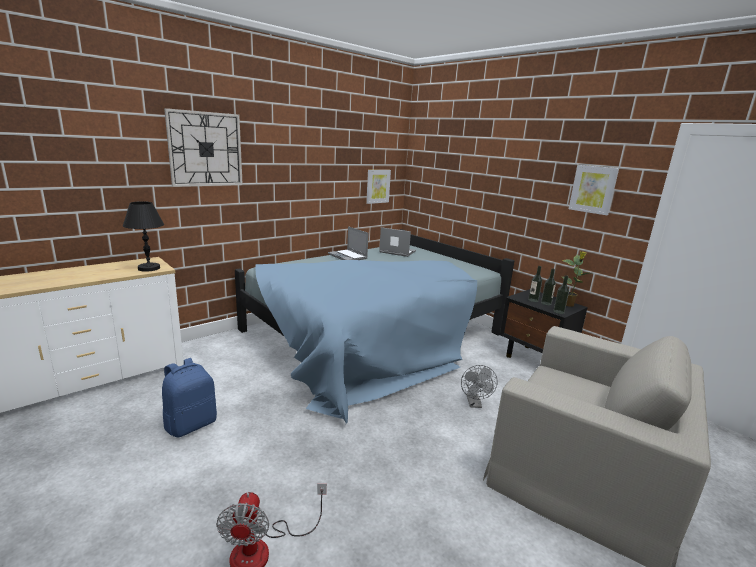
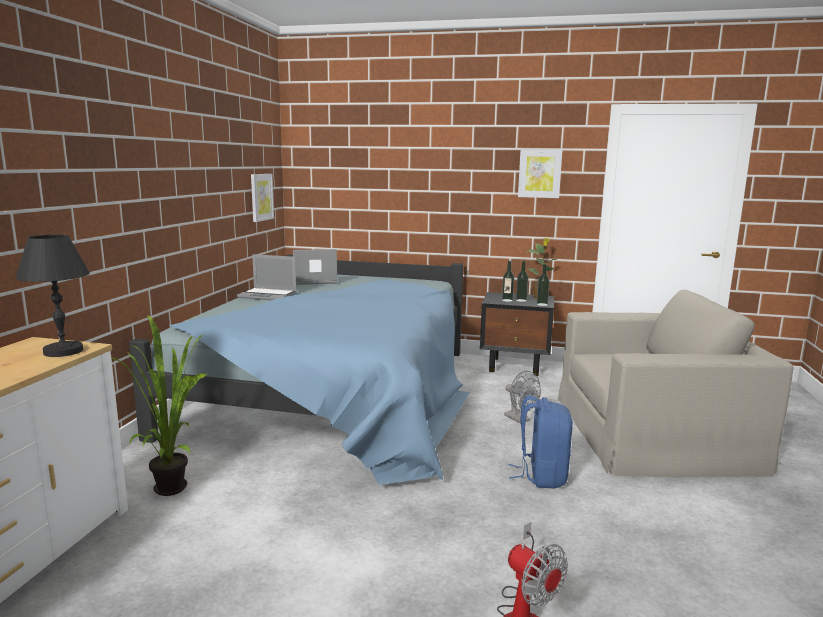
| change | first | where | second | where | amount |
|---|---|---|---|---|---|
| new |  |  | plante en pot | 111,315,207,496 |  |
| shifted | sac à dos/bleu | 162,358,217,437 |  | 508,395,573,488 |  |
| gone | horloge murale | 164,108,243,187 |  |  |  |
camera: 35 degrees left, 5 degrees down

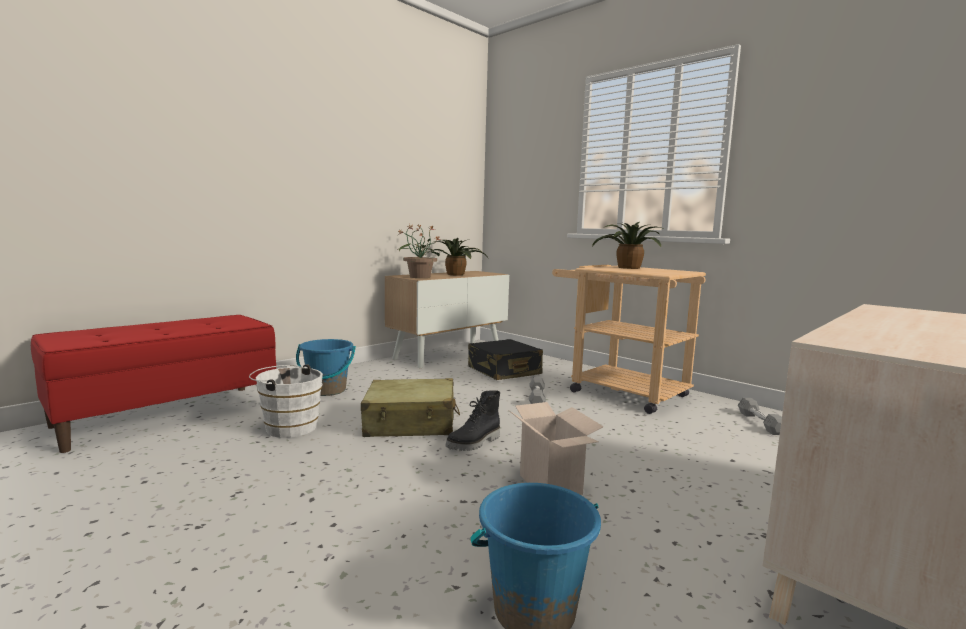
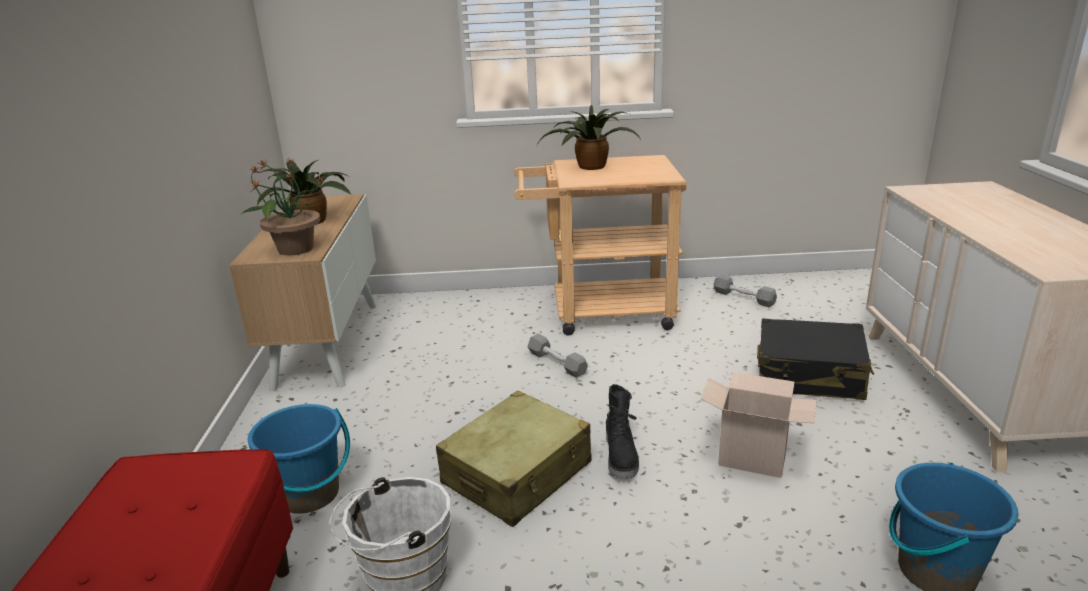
| change | first | where | second | where | amount |
|---|---|---|---|---|---|
| shifted | valise/noir | 468,339,543,380 |  | 757,318,874,400 |  |
camera: 45 degrees left, 15 degrees up

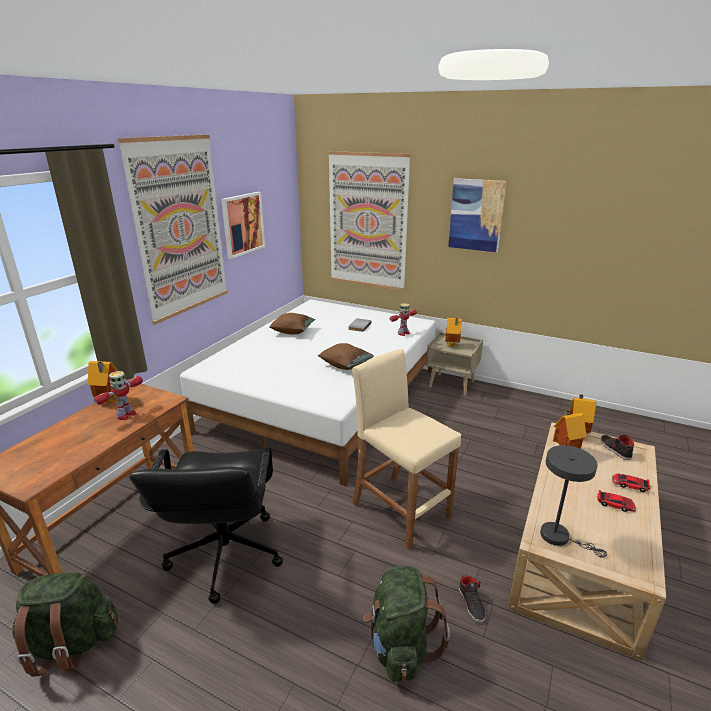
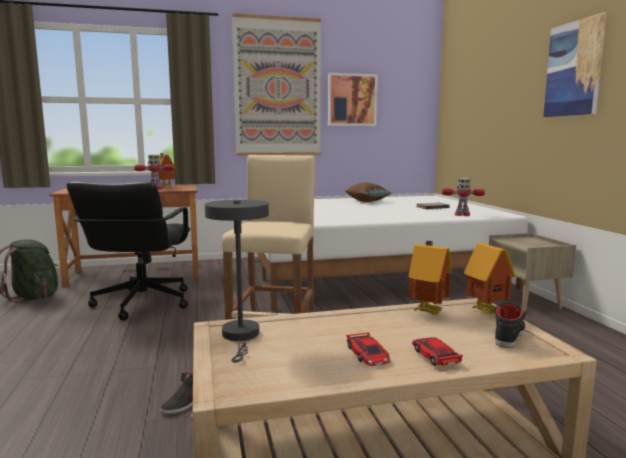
| change | first | where | second | where | amount |
|---|---|---|---|---|---|
| rotated | chaise de bureau/noir | 129,447,283,604 |  | 66,181,190,320 | 45 degrees counterclockwise |
| gone | coussin/marron | 318,343,374,370 |  |  |  |
| gone | tableau | 328,151,411,291 |  |  |  |
| gone | sac à dos/vert | 363,565,450,682 |  |  |  |
| gone | maison miniature | 445,318,462,347 |  |  |  |
camera: 50 degrees right, 15 degrees down

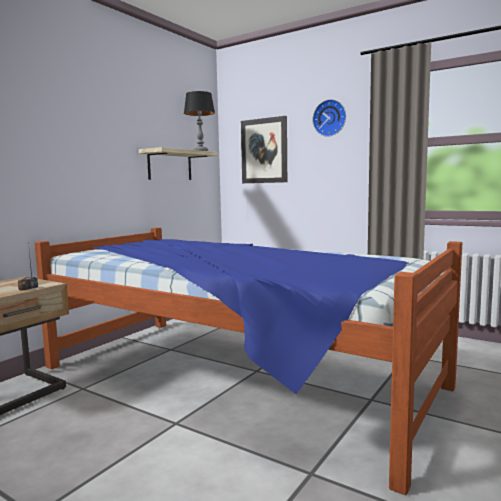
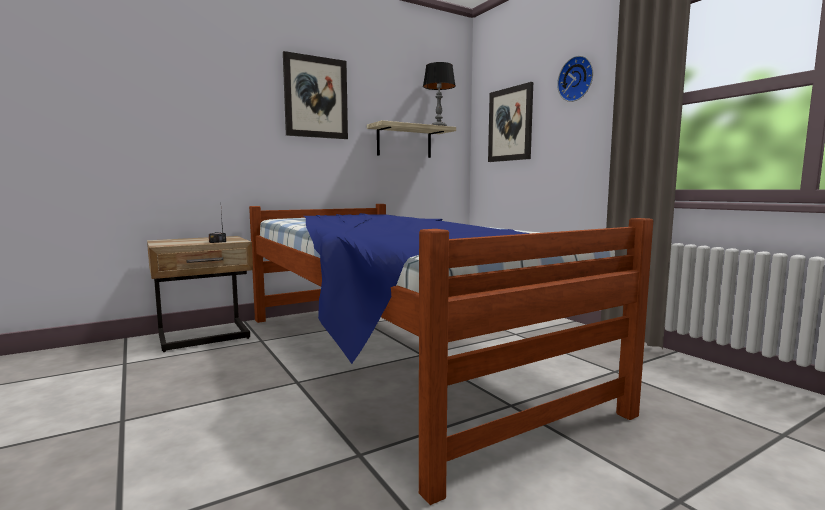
| change | first | where | second | where | amount |
|---|---|---|---|---|---|
| new |  |  | tableau | 283,51,348,139 |  |
camera: 25 degrees right, 0 degrees up

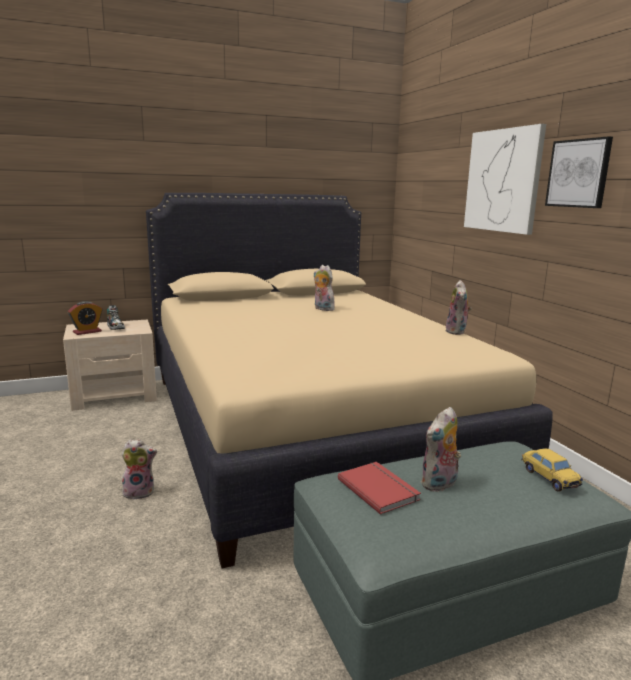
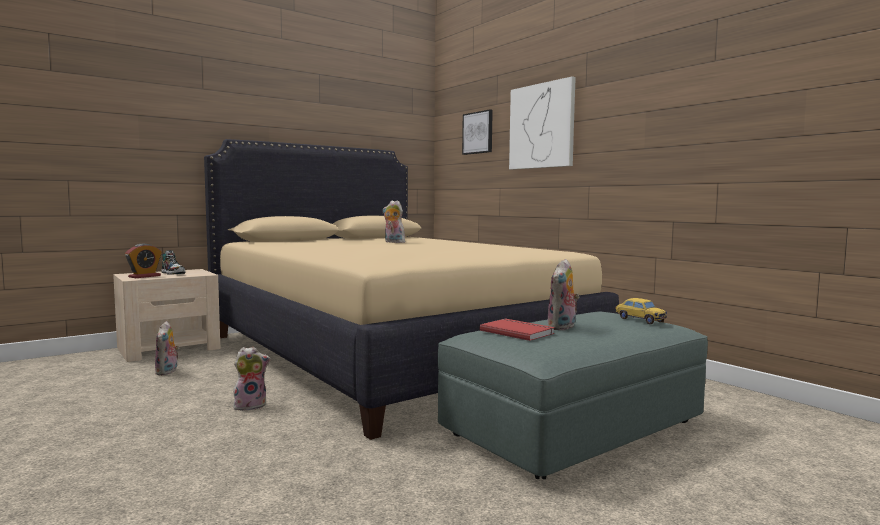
| change | first | where | second | where | amount |
|---|---|---|---|---|---|
| shifted | peluche | 446,280,472,335 |  | 155,321,179,375 |  |
| shifted | tableau | 545,136,613,208 |  | 462,109,493,155 |  |
camera: 15 degrees left, 10 degrees down

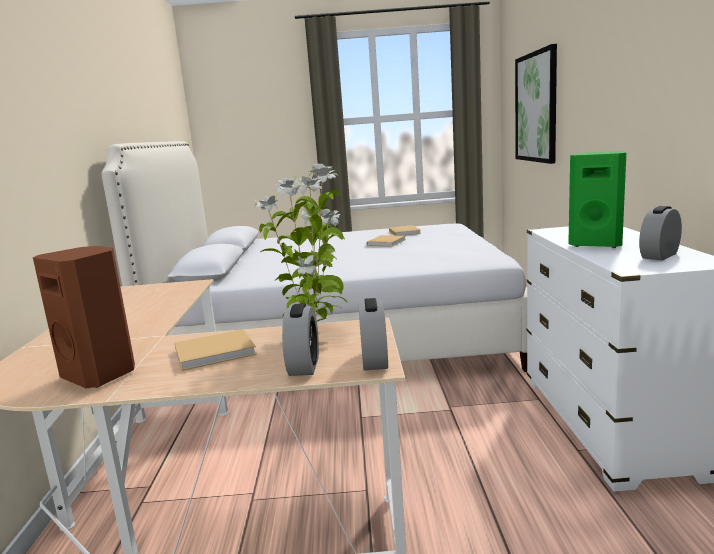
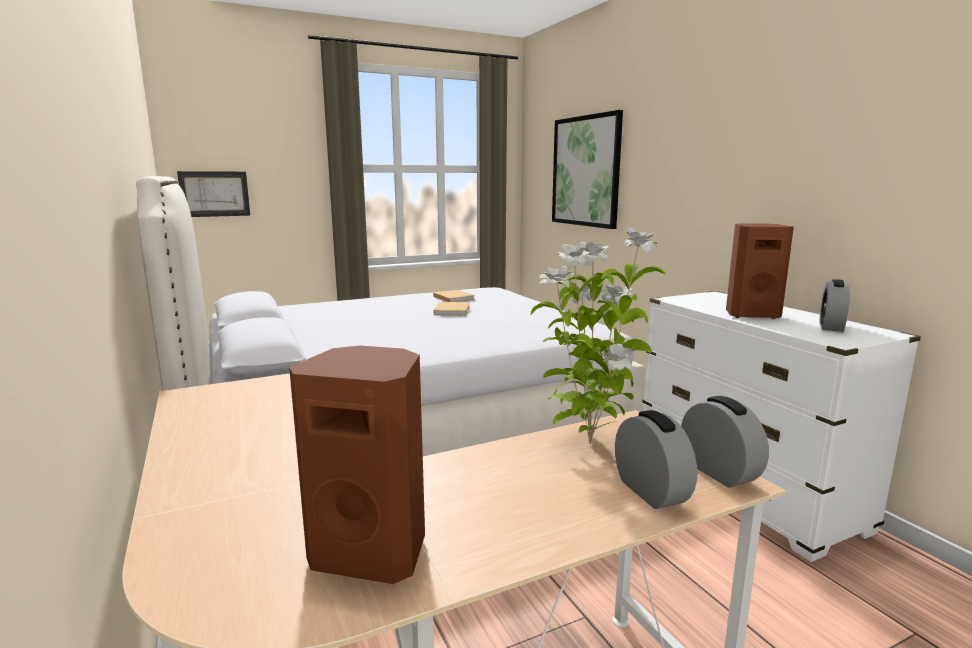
| change | first | where | second | where | amount |
|---|---|---|---|---|---|
| new |  |  | tableau | 177,171,250,217 |  |
| repainted | enceinte/vert | 568,151,626,248 | enceinte/marron | 726,223,794,319 |  |
| gone | livre/beige | 175,329,257,371 |  |  |  |
camera: 25 degrees left, 0 degrees up

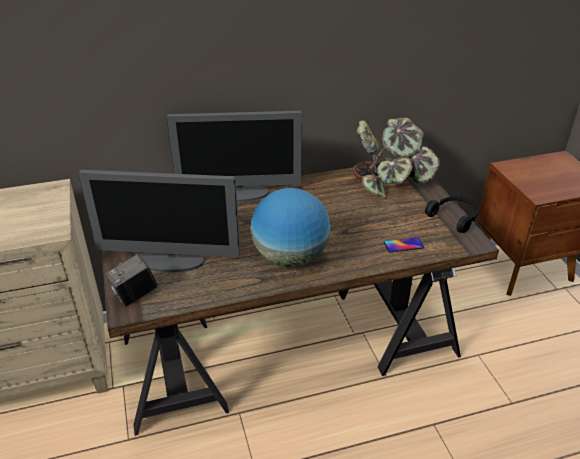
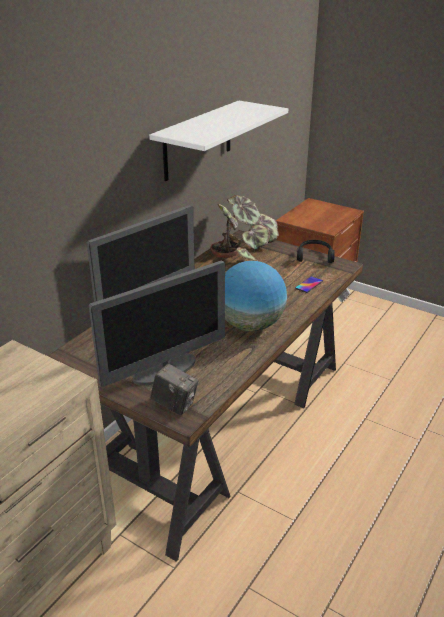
| change | first | where | second | where | amount |
|---|---|---|---|---|---|
| new |  |  | étagère/blanc | 149,100,288,181 |  |
| rotated | appareil photo | 105,254,158,306 |  | 150,364,198,415 | 75 degrees counterclockwise |
camera: 40 degrees left, 5 degrees down

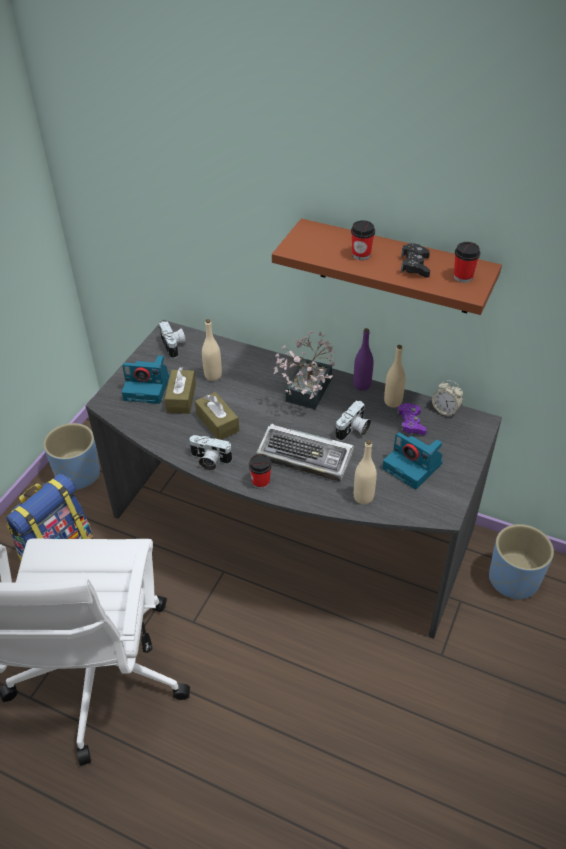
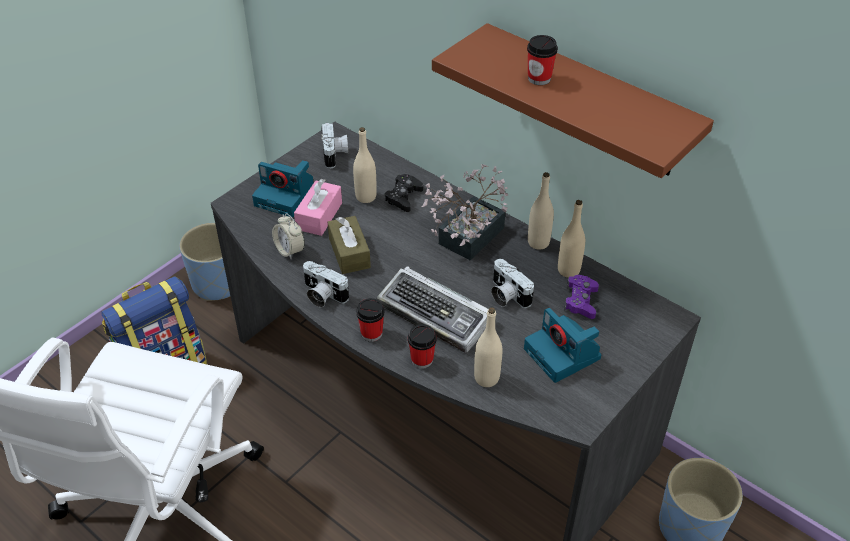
| change | first | where | second | where | amount |
|---|---|---|---|---|---|
| shifted | réveil | 432,380,463,417 |  | 272,213,305,260 |  |
| repainted | boîte à mouchoirs/marron | 164,367,196,414 | boîte à mouchoirs/rose | 294,179,342,236 |  |
| shifted | manette/noir | 401,243,430,278 |  | 384,174,423,212 |  |
| shifted | tasse | 454,242,480,283 |  | 408,324,437,369 |  |
| rotated | appareil photo | 336,400,371,441 |  | 491,259,534,308 | 90 degrees clockwise |
| repainted | bouteille/violet | 353,328,374,391 | bouteille/beige | 528,172,554,250 |  |
camera: 15 degrees right, 0 degrees up

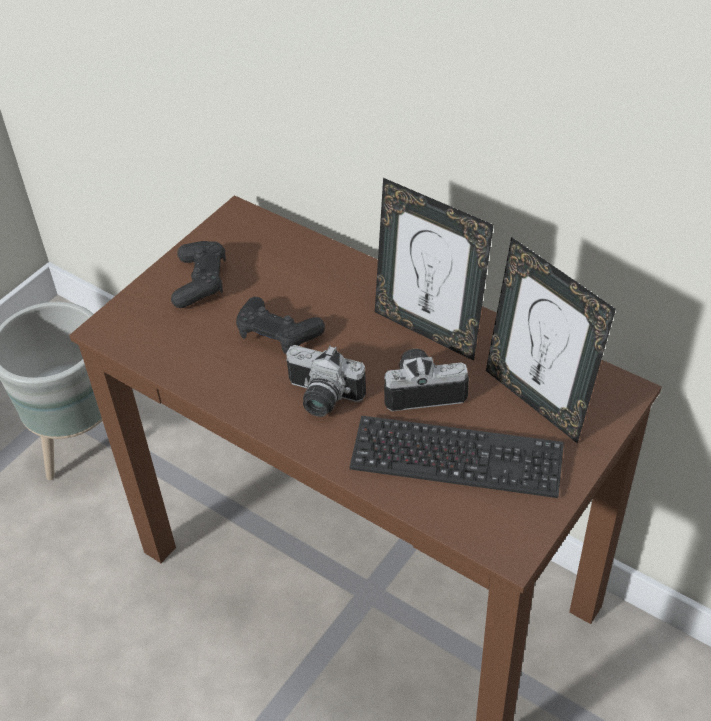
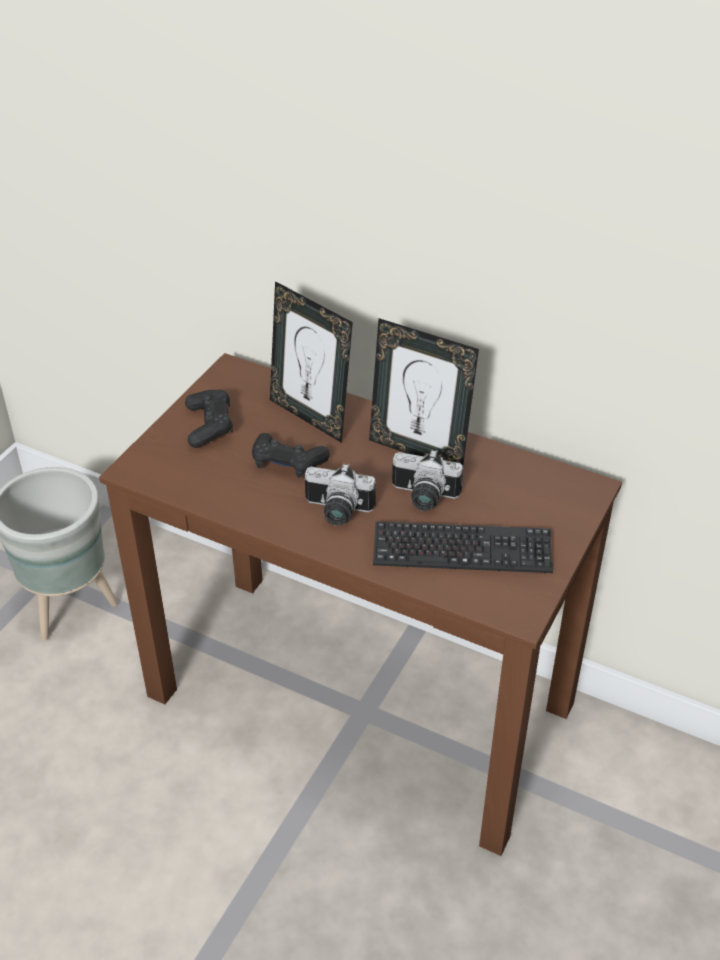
| change | first | where | second | where | amount |
|---|---|---|---|---|---|
| shifted | cadre photo | 486,237,616,443 |  | 270,281,353,443 |  |
| rotated | appareil photo | 384,349,469,411 |  | 392,449,463,511 | 150 degrees counterclockwise |
camera: 10 degrees left, 5 degrees down

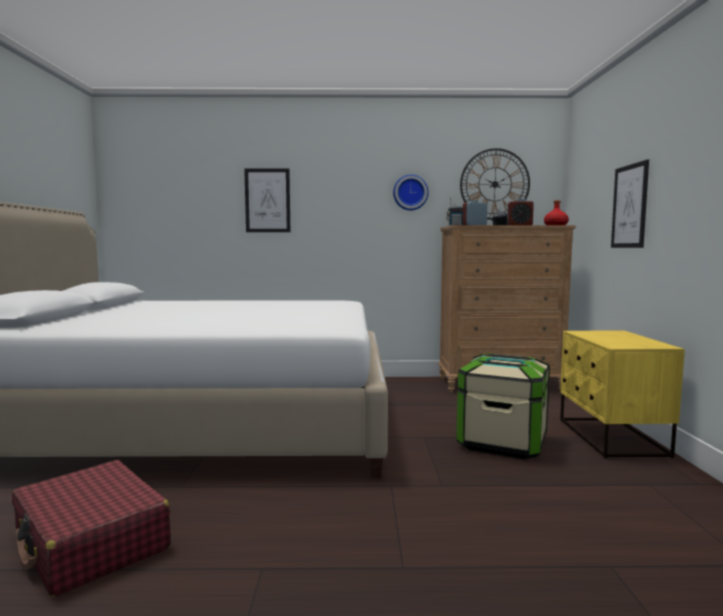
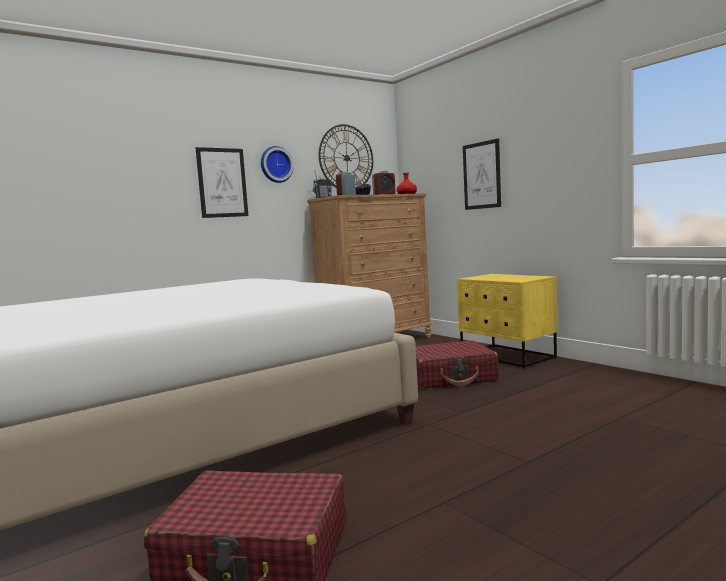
| change | first | where | second | where | amount |
|---|---|---|---|---|---|
| shifted | tableau | 244,169,290,232 |  | 196,147,248,218 |  |
| swapped | boîte de rangement | 456,353,550,459 | valise/rouge | 416,340,499,388 |  |
camera: 35 degrees left, 0 degrees up

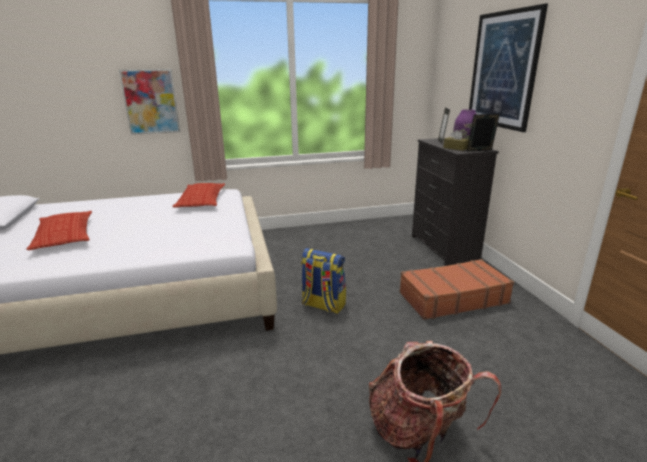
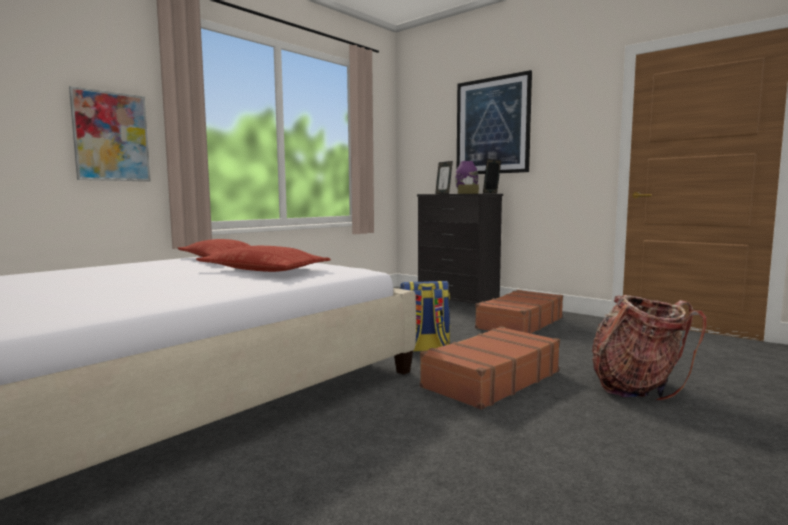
| change | first | where | second | where | amount |
|---|---|---|---|---|---|
| shifted | coussin | 26,211,92,250 |  | 196,246,331,272 |  |
| new |  |  | valise/marron | 420,326,560,410 |  |
camera: 35 degrees left, 15 degrees down

